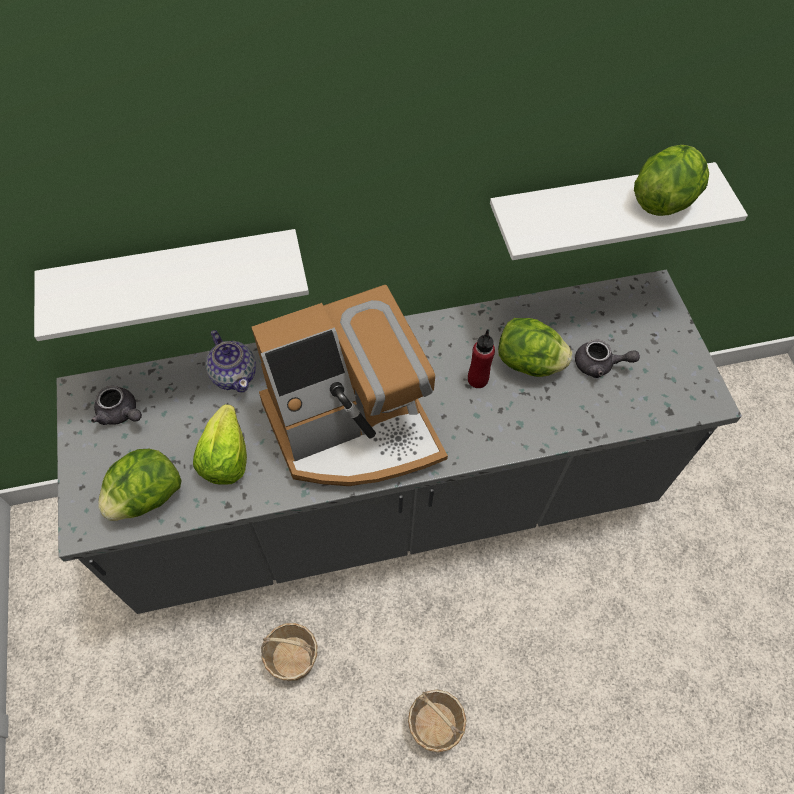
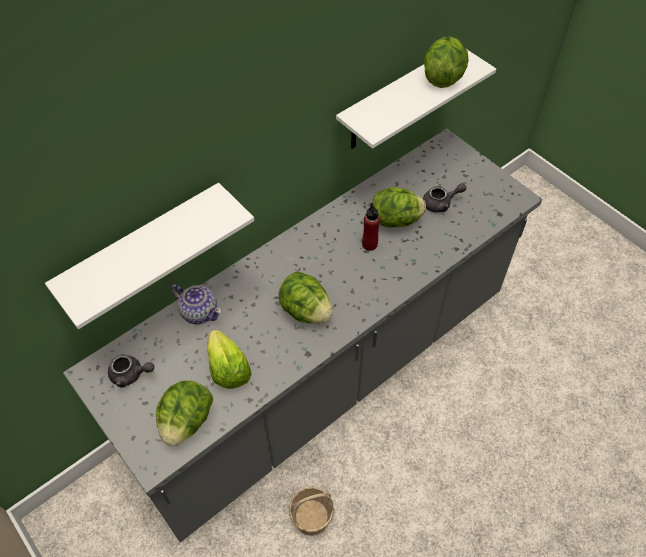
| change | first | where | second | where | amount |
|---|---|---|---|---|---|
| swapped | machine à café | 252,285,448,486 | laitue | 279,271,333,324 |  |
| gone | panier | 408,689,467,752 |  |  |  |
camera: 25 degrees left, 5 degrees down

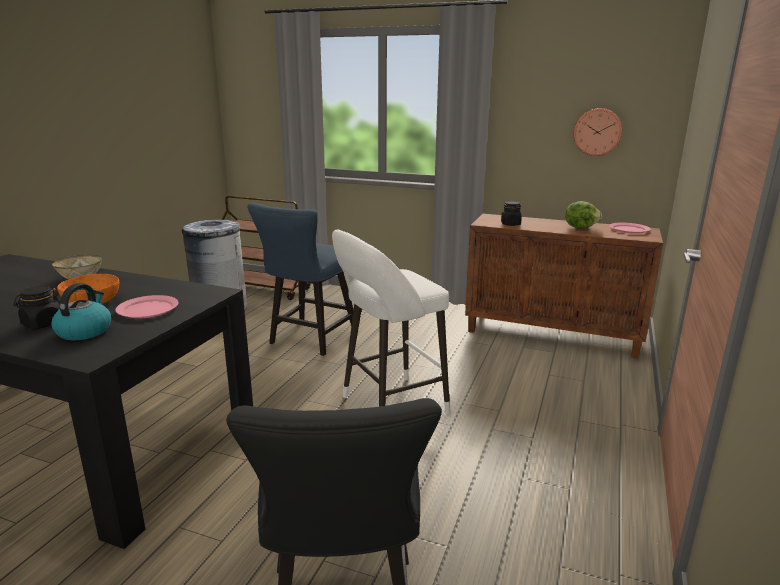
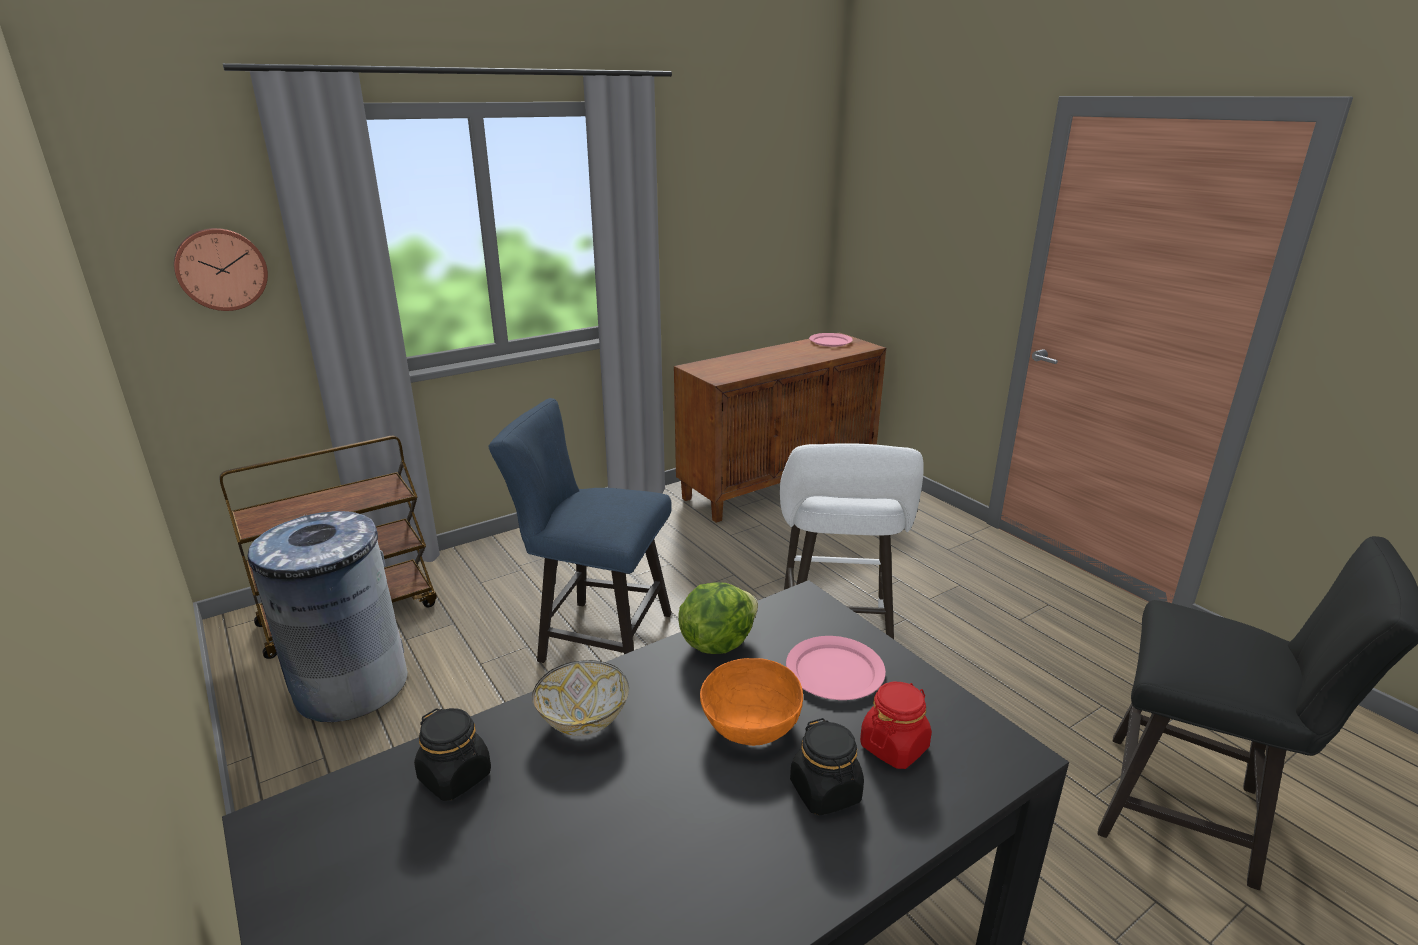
| change | first | where | second | where | amount |
|---|---|---|---|---|---|
| shifted | horloge murale | 574,108,622,156 |  | 174,228,268,311 |  |
| shifted | bocal/noir | 501,201,522,226 |  | 414,708,491,801 |  |
| rotated | chaise/bleu | 248,203,353,356 |  | 489,398,672,663 | 135 degrees clockwise |
| shifted | laitue | 565,201,602,229 |  | 678,583,758,654 |  |
| swapped | bouilloire | 51,283,111,340 | bocal/rouge | 860,682,932,769 |  |
camera: 55 degrees left, 5 degrees up

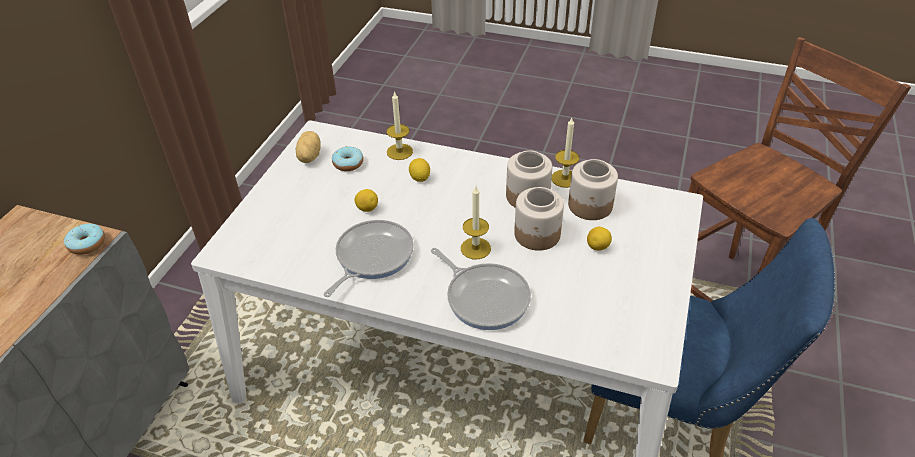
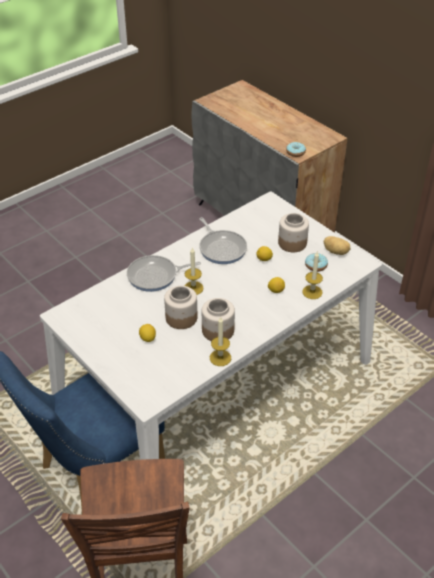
| change | first | where | second | where | amount |
|---|---|---|---|---|---|
| shifted | bocal | 568,159,618,220 |  | 278,213,309,252 |  |
camera: 120 degrees right, 0 degrees up

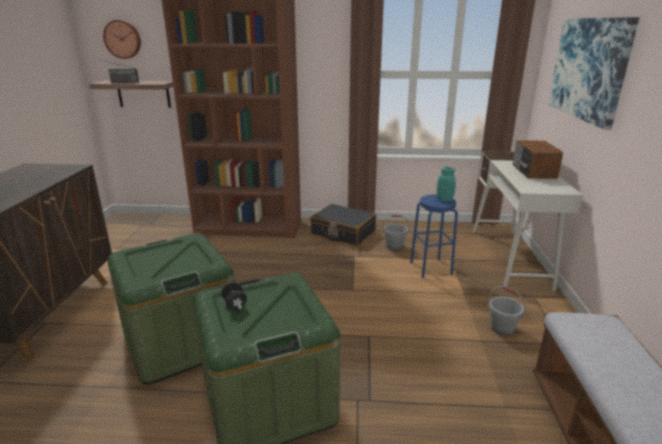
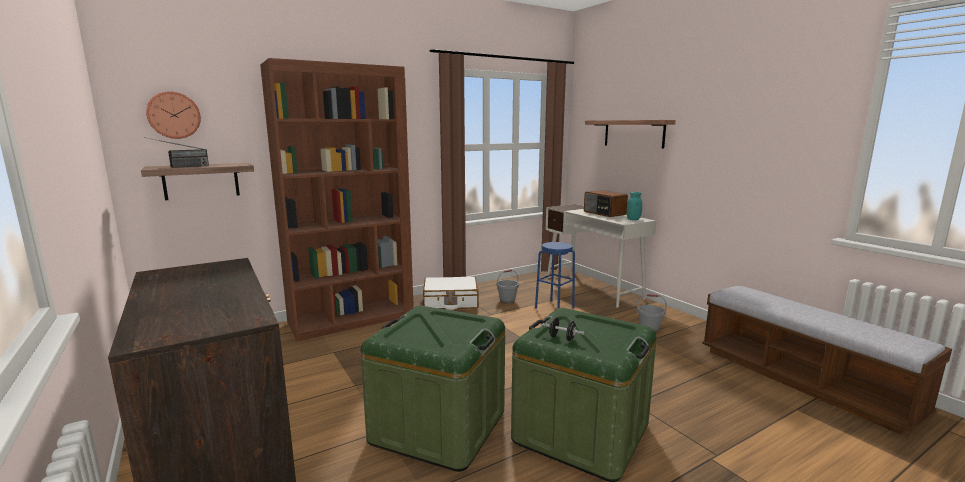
| change | first | where | second | where | amount |
|---|---|---|---|---|---|
| repainted | valise/noir | 310,204,376,246 | valise/blanc | 423,277,479,310 |  |
| swapped | tableau | 548,17,639,130 | étagère | 585,120,676,149 |  |
| shifted | bocal/turquoise | 437,167,456,202 |  | 627,192,642,220 |  |
camera: 35 degrees left, 10 degrees down

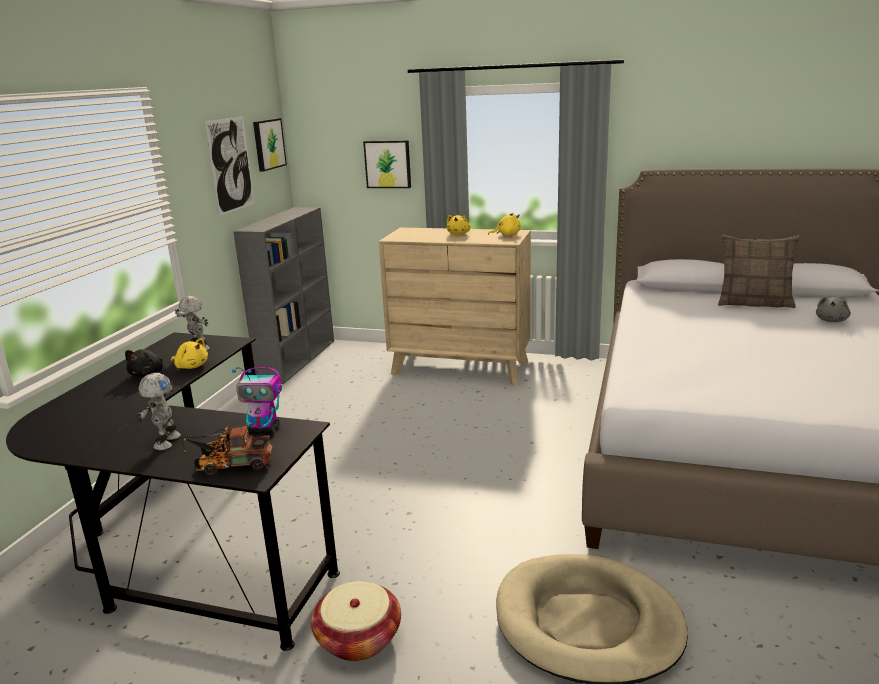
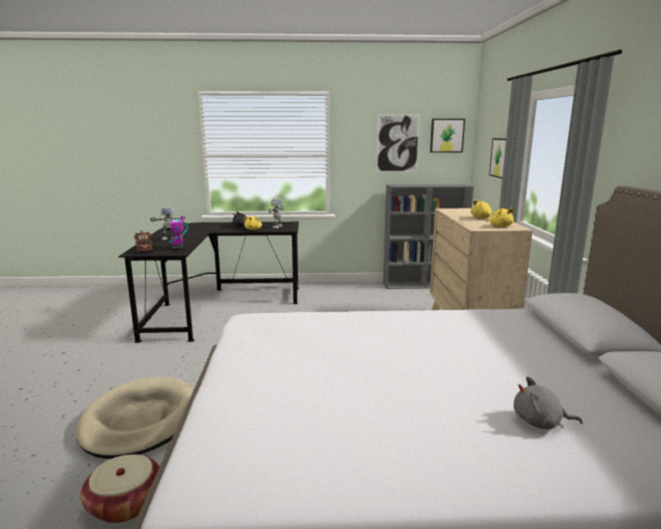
| change | first | where | second | where | amount |
|---|---|---|---|---|---|
| shifted | panier | 311,581,401,661 |  | 80,454,160,523 |  |
| gone | coussin | 718,235,800,308 |  |  |  |
camera: 70 degrees right, 5 degrees down

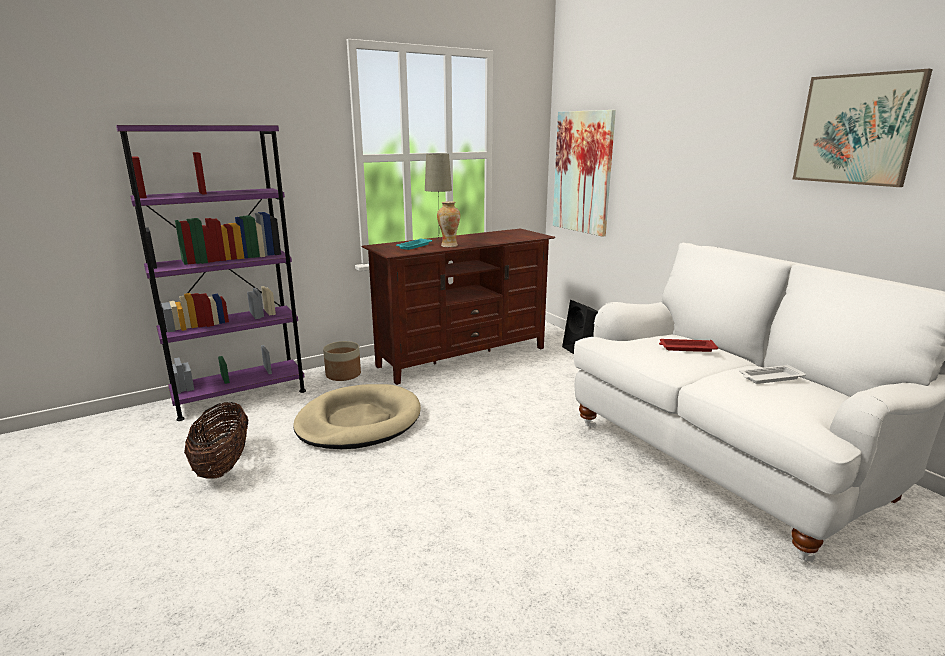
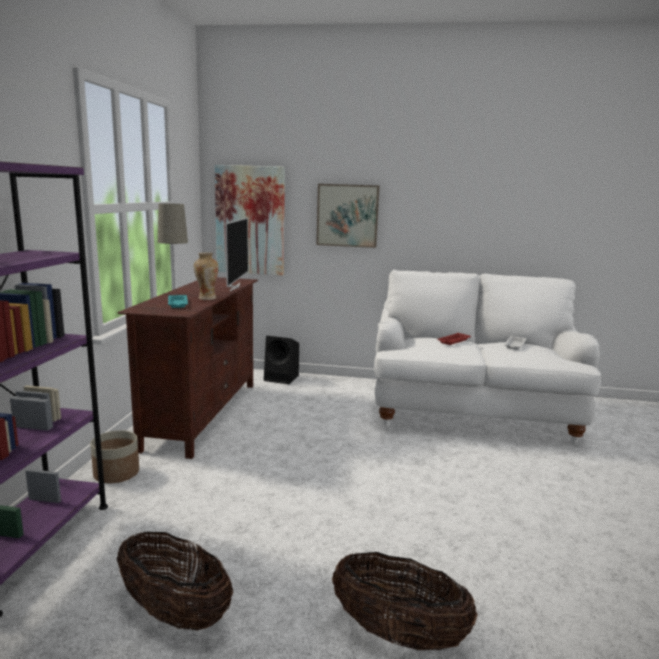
| change | first | where | second | where | amount |
|---|---|---|---|---|---|
| new |  |  | téléviseur | 226,218,248,292 |  |
| shifted | tableau | 793,69,933,187 |  | 316,184,379,248 |  |
| new |  |  | panier | 332,552,478,650 |  |
| gone | panier pour chien/beige | 293,384,421,449 |  |  |  |
camera: 50 degrees left, 5 degrees down

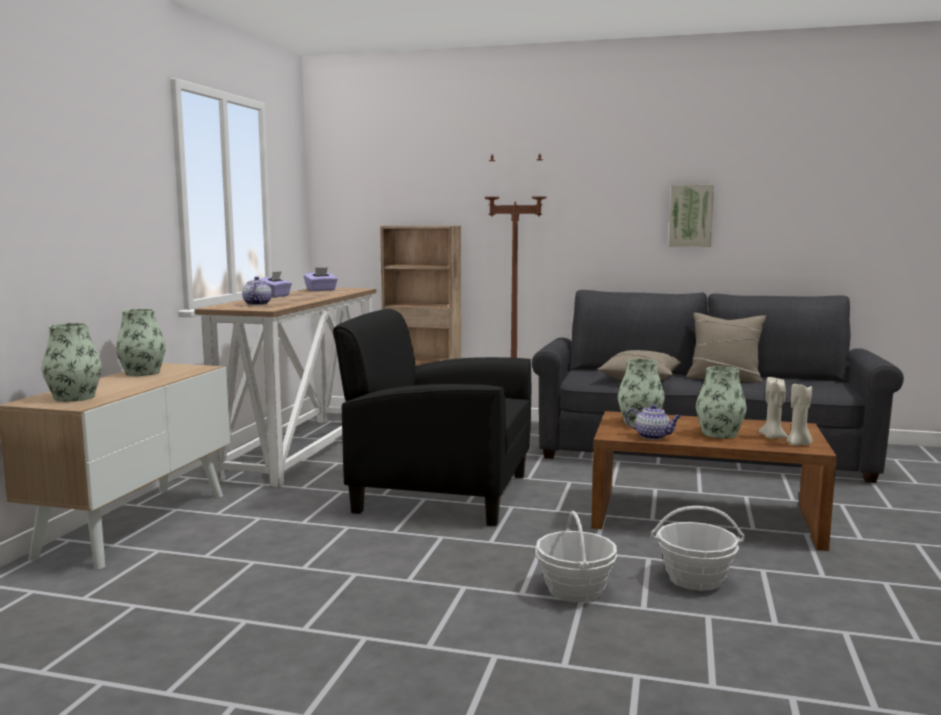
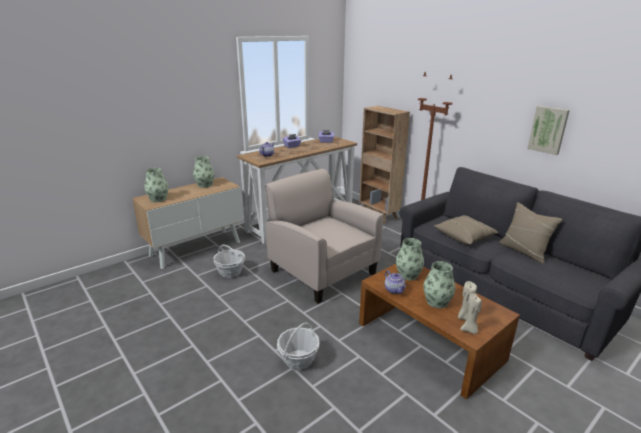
| change | first | where | second | where | amount |
|---|---|---|---|---|---|
| shifted | panier | 651,506,745,591 |  | 213,245,245,278 |  |
| repainted | fauteuil/noir | 333,309,531,526 | fauteuil/beige | 265,169,383,304 |  |
camera: 35 degrees right, 15 degrees up

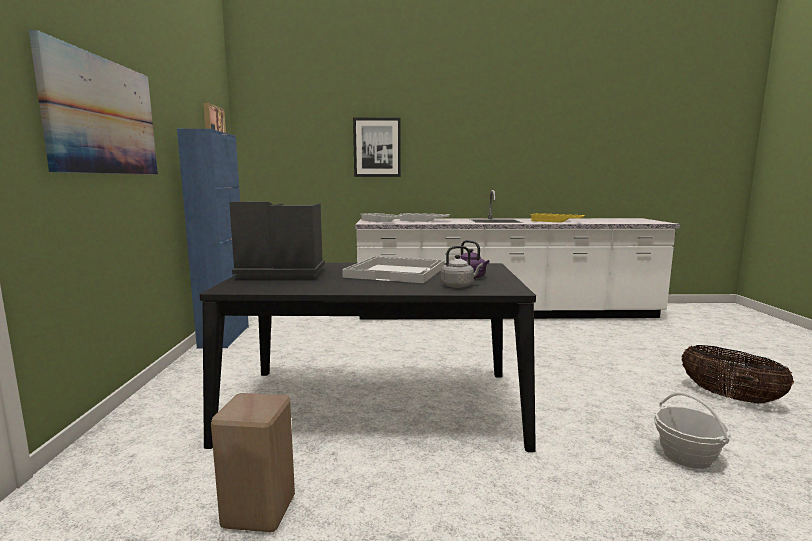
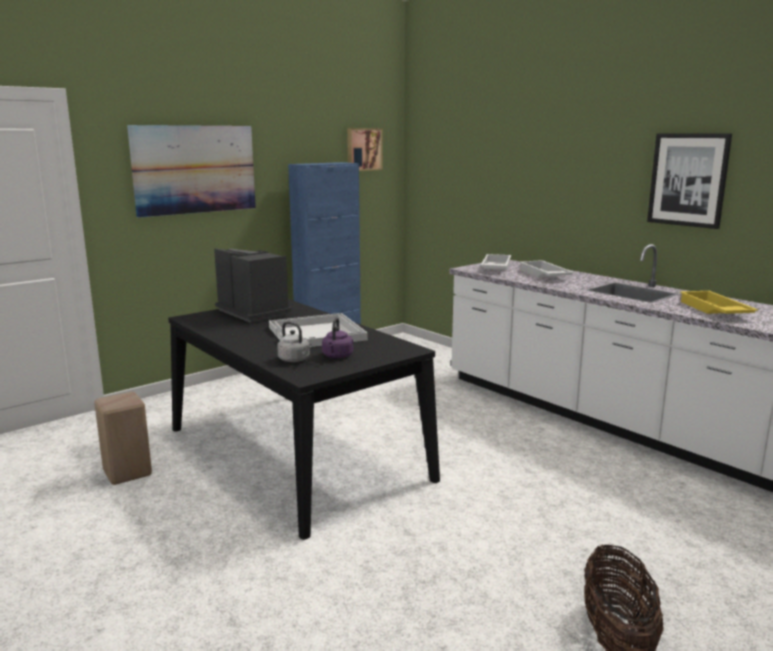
| change | first | where | second | where | amount |
|---|---|---|---|---|---|
| shifted | tableau | 353,117,401,177 |  | 647,133,732,229 |  |
| gone | panier | 654,392,731,469 |  |  |  |
camera: 50 degrees right, 5 degrees up

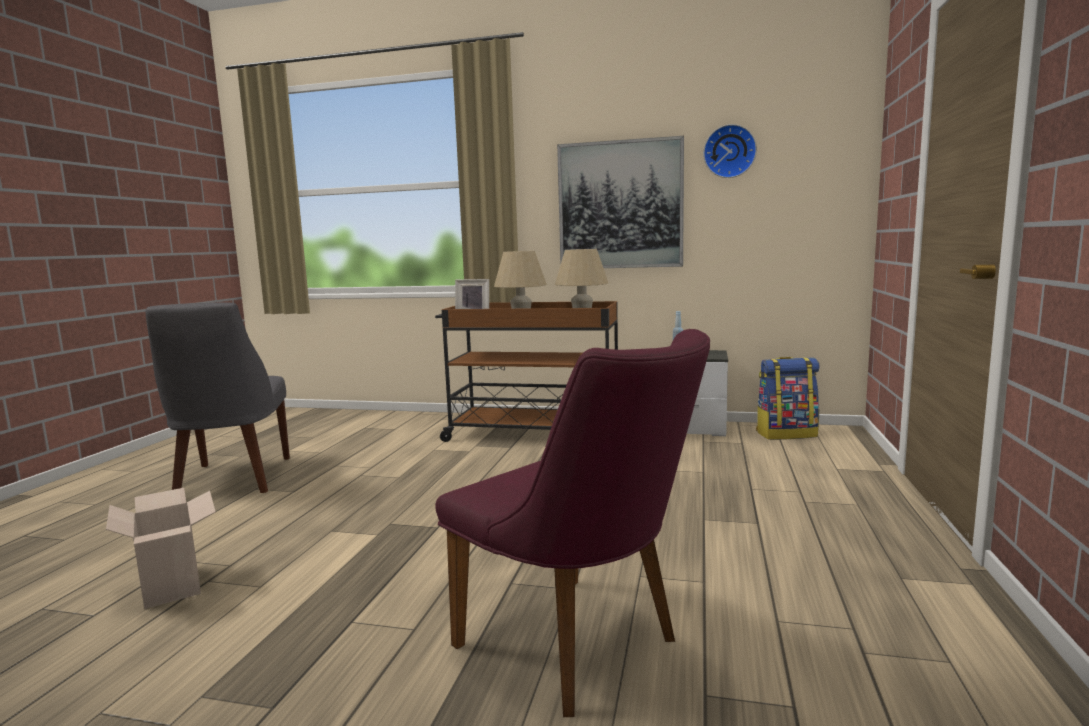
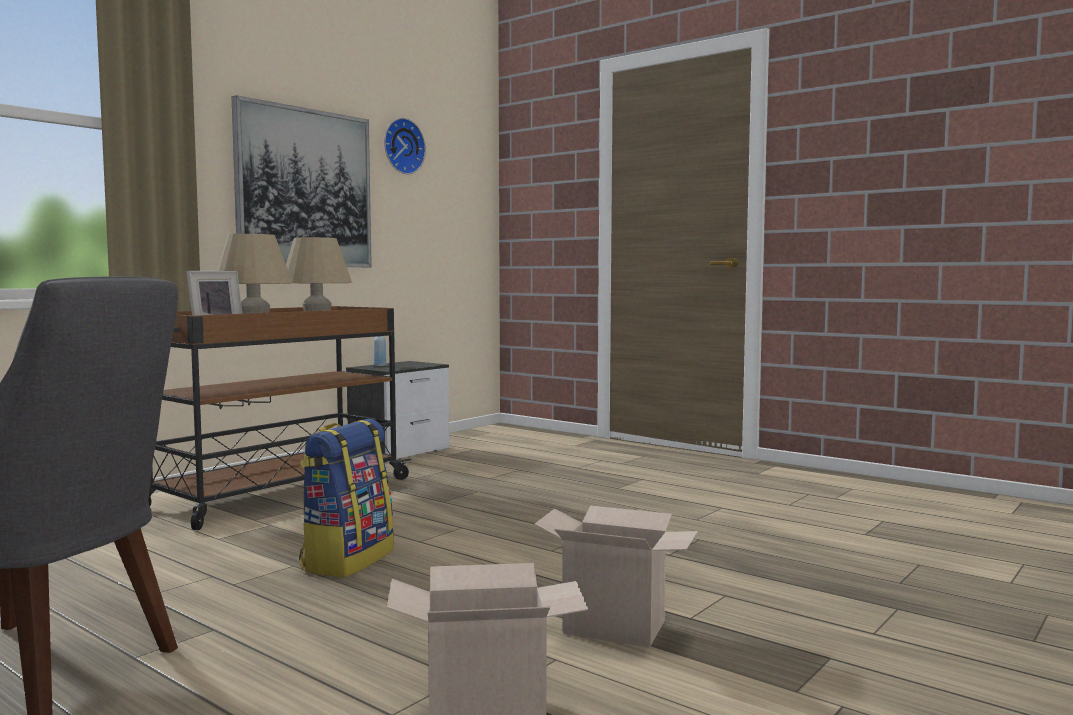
| change | first | where | second | where | amount |
|---|---|---|---|---|---|
| shifted | sac à dos | 756,357,819,440 |  | 299,419,394,578 |  |
| new |  |  | carton | 534,506,698,647 |  |
| gone | chaise/violet | 435,329,710,717 |  |  |  |
camera: 65 degrees left, 5 degrees down

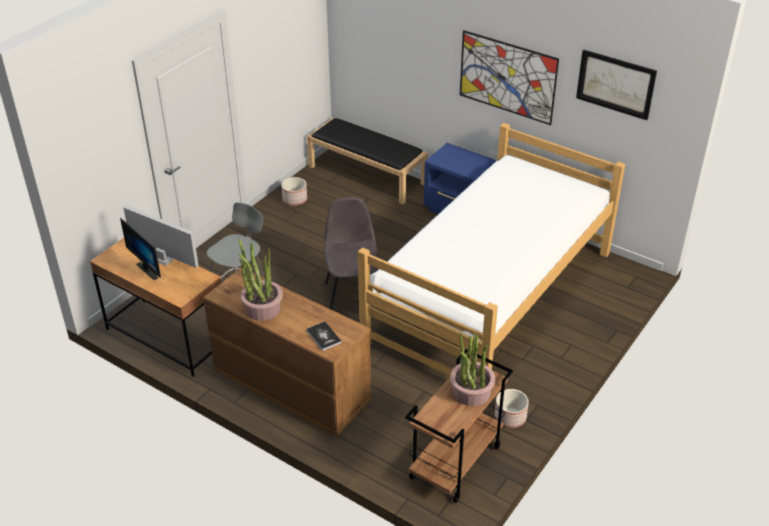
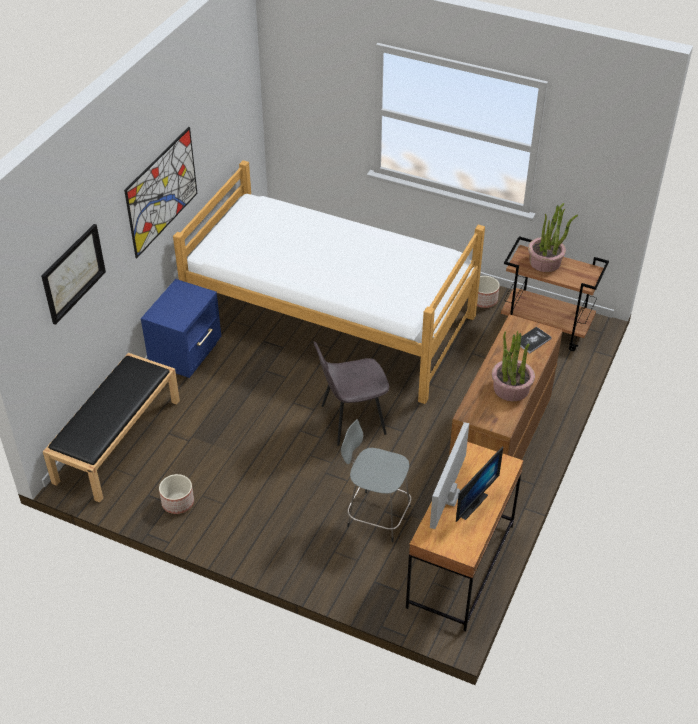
| change | first | where | second | where | amount |
|---|---|---|---|---|---|
| shifted | tableau | 576,50,657,120 |  | 41,224,106,325 |  |
camera: 100 degrees left, 5 degrees up

